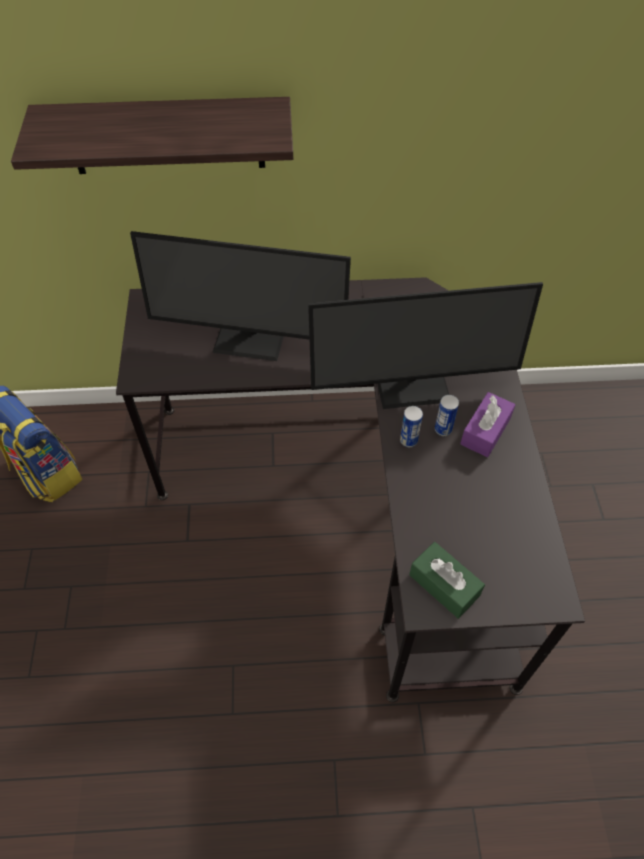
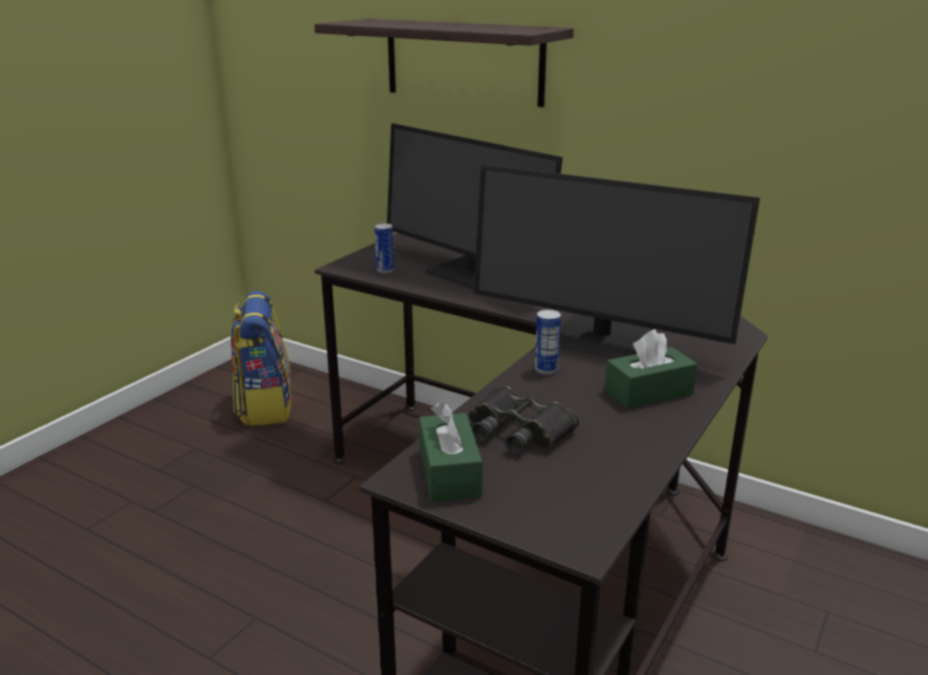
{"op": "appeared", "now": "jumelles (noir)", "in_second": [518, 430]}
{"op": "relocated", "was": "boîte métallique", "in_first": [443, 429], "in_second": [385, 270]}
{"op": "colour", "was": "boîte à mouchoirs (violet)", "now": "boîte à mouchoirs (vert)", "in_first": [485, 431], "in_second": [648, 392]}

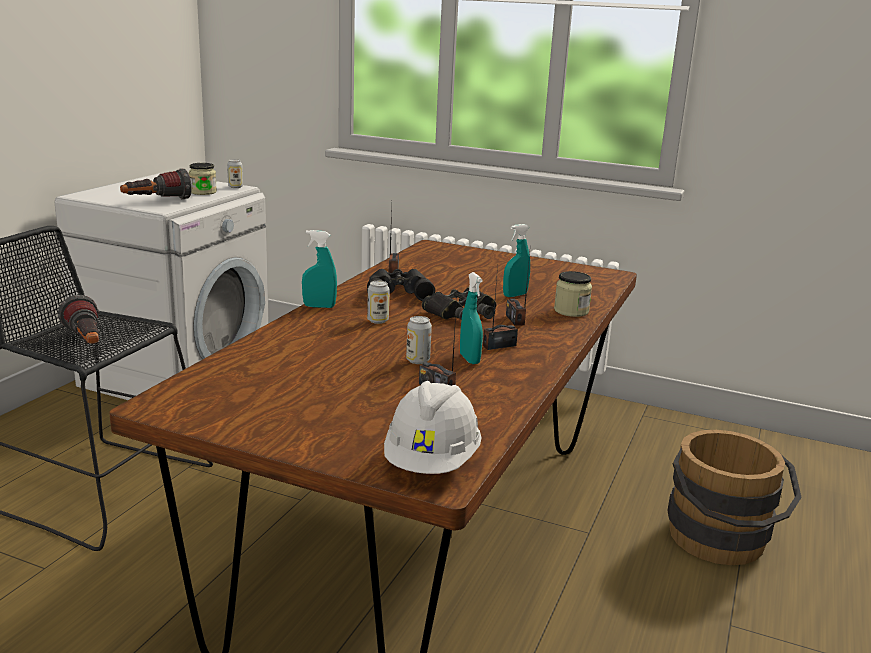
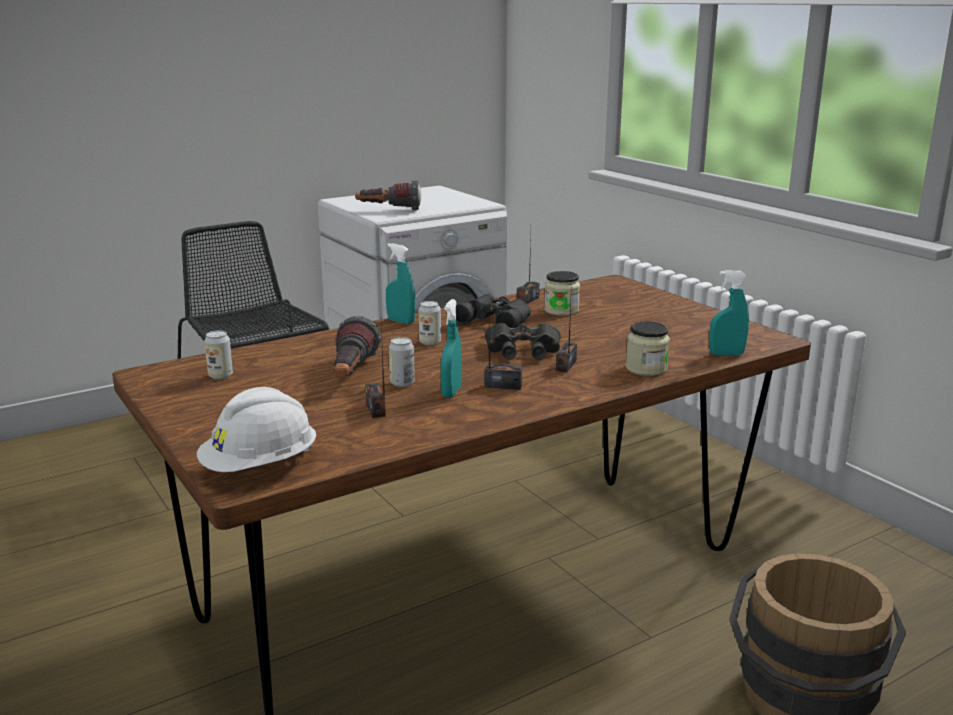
{"op": "relocated", "was": "lampe de poche", "in_first": [87, 343], "in_second": [352, 375]}
{"op": "relocated", "was": "bocal", "in_first": [203, 192], "in_second": [561, 310]}
{"op": "relocated", "was": "boîte métallique", "in_first": [235, 187], "in_second": [220, 376]}
{"op": "relocated", "was": "vaporisateur (turquoise)", "in_first": [515, 295], "in_second": [726, 354]}

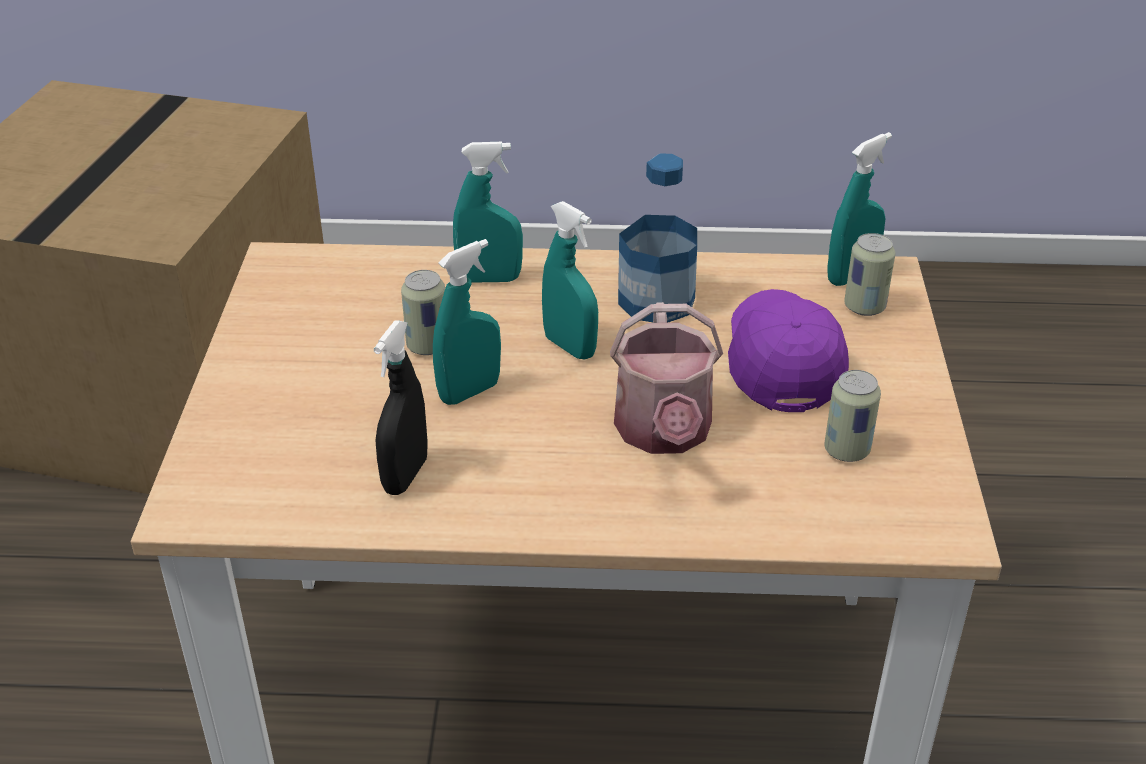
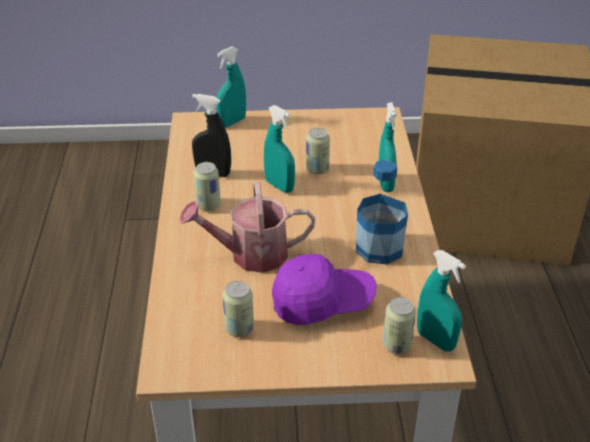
{"op": "appeared", "now": "boîte métallique", "in_second": [208, 205]}
{"op": "relocated", "was": "vaporisateur (turquoise)", "in_first": [570, 347], "in_second": [232, 122]}

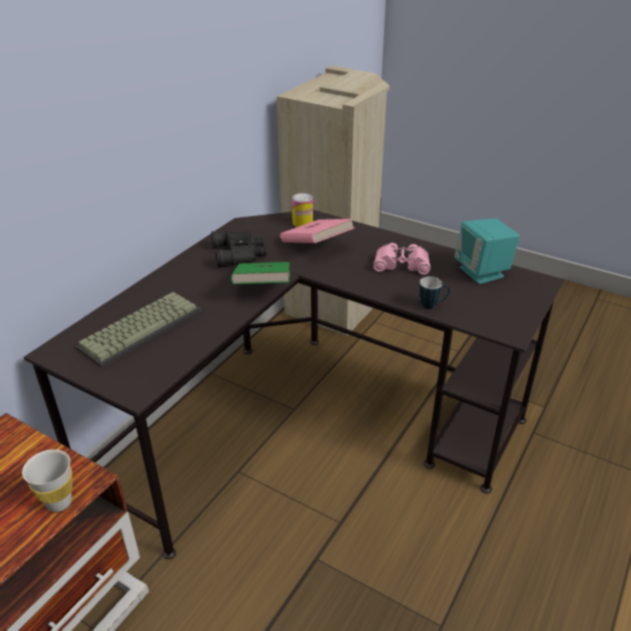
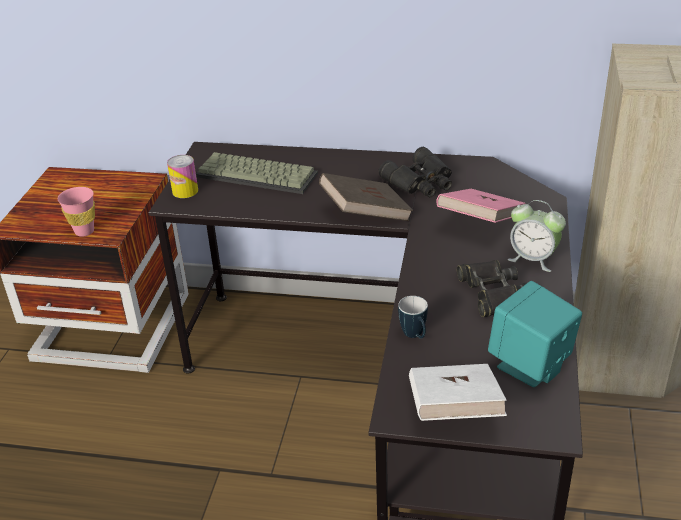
{"op": "appeared", "now": "livre (blanc)", "in_second": [453, 411]}
{"op": "appeared", "now": "réveil", "in_second": [533, 259]}
{"op": "relocated", "was": "boîte métallique", "in_first": [302, 222], "in_second": [185, 191]}
{"op": "colour", "was": "tasse (blanc)", "now": "tasse (rose)", "in_first": [59, 502], "in_second": [84, 231]}
{"op": "colour", "was": "livre (vert)", "now": "livre (marron)", "in_first": [262, 288], "in_second": [365, 214]}
{"op": "colour", "was": "jumelles (rose)", "now": "jumelles (noir)", "in_first": [401, 264], "in_second": [491, 293]}

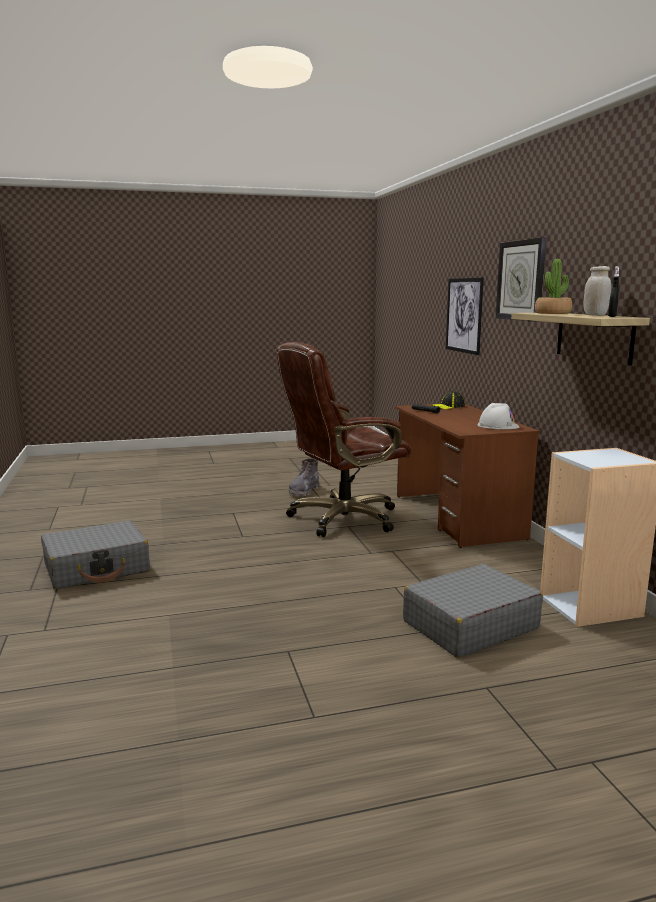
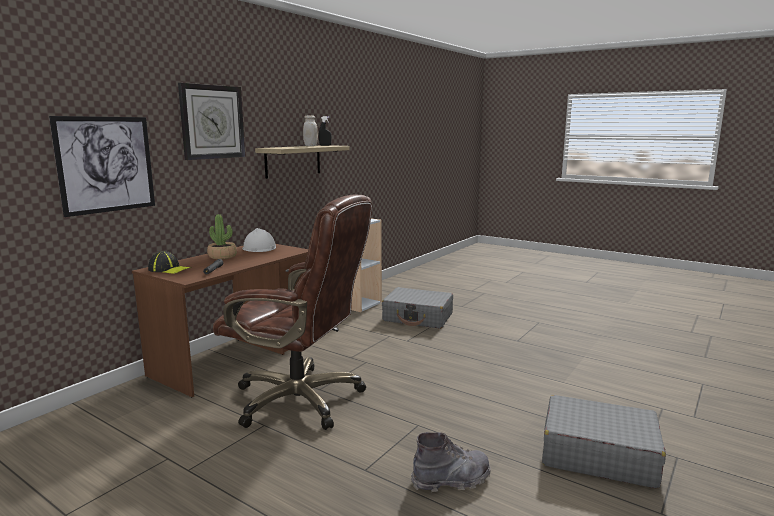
{"op": "relocated", "was": "botte (gris)", "in_first": [304, 491], "in_second": [451, 480]}
{"op": "relocated", "was": "plante en pot", "in_first": [552, 313], "in_second": [222, 256]}

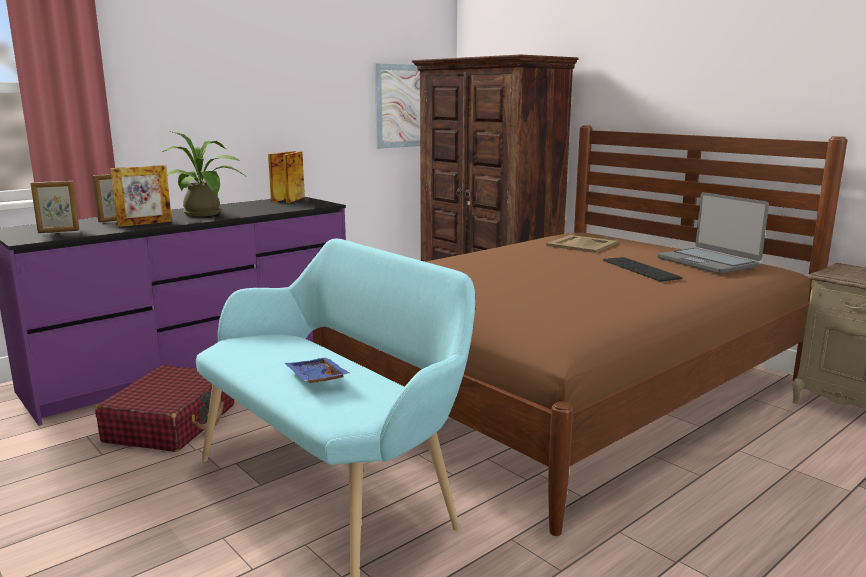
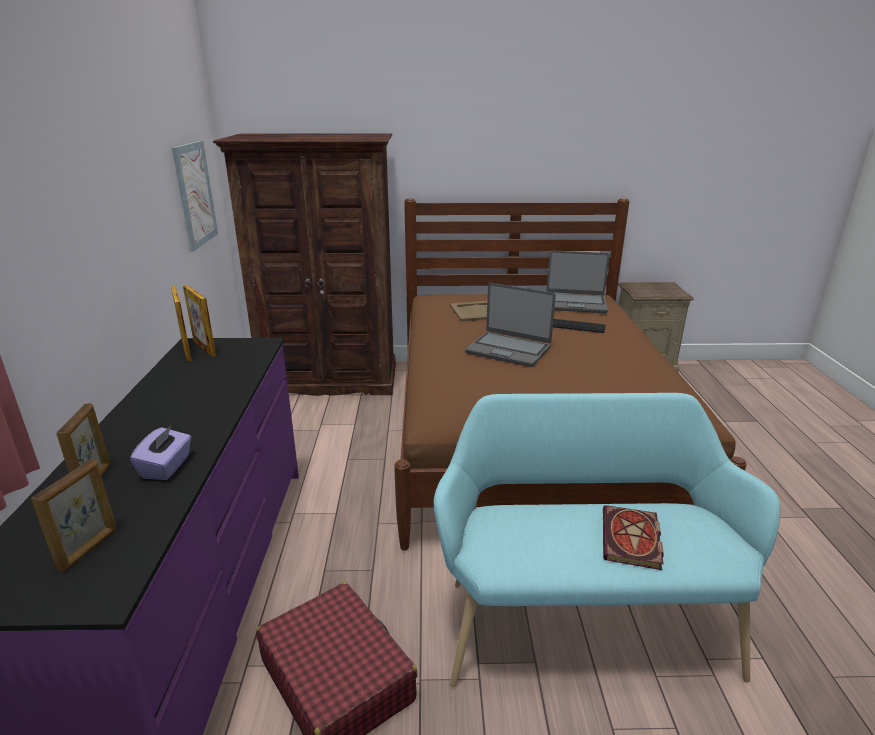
{"op": "missing", "was": "plante en pot", "in_first": [205, 214]}
{"op": "appeared", "now": "ordinateur portable", "in_second": [508, 350]}
{"op": "exchanged", "was": "cadre photo", "now": "boîte à mouchoirs (violet)", "in_first": [145, 223], "in_second": [167, 467]}
{"op": "exchanged", "was": "plateau (bleu)", "now": "livre", "in_first": [315, 379], "in_second": [632, 541]}

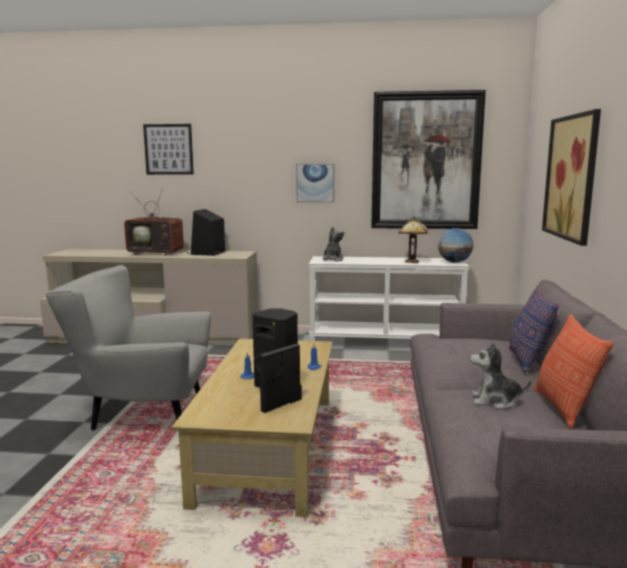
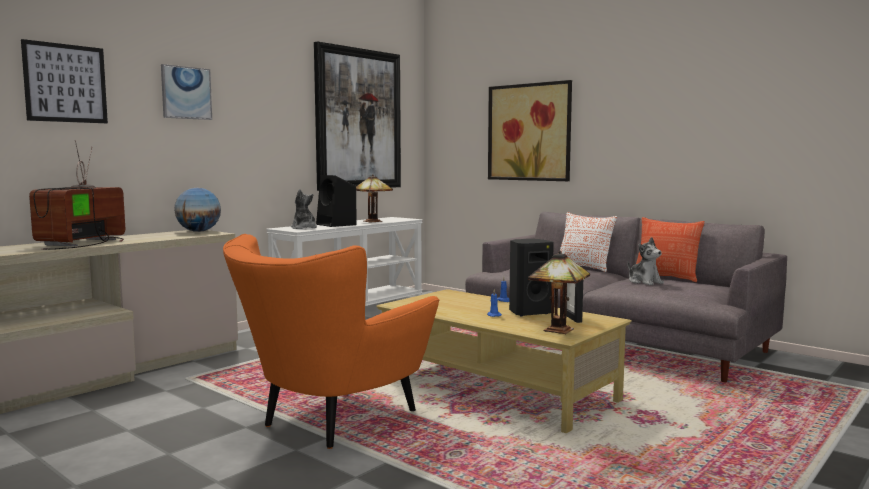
{"op": "appeared", "now": "lampe de table", "in_second": [559, 331]}
{"op": "relocated", "was": "enceinte (noir)", "in_first": [208, 253], "in_second": [337, 224]}
{"op": "relocated", "was": "tableau", "in_first": [315, 183], "in_second": [186, 93]}
{"op": "relocated", "was": "globe", "in_first": [454, 262], "in_second": [198, 231]}
{"op": "colour", "was": "fauteuil (gris)", "now": "fauteuil (orange)", "in_first": [140, 414], "in_second": [331, 421]}
{"op": "colour", "was": "coussin (bleu)", "now": "coussin (blanc)", "in_first": [527, 361], "in_second": [584, 268]}
{"op": "spun", "was": "téléviseur", "in_first": [158, 253], "in_second": [82, 243], "clockwise": 150}
{"op": "spun", "was": "peluche", "in_first": [495, 401], "in_second": [644, 282], "clockwise": -75}

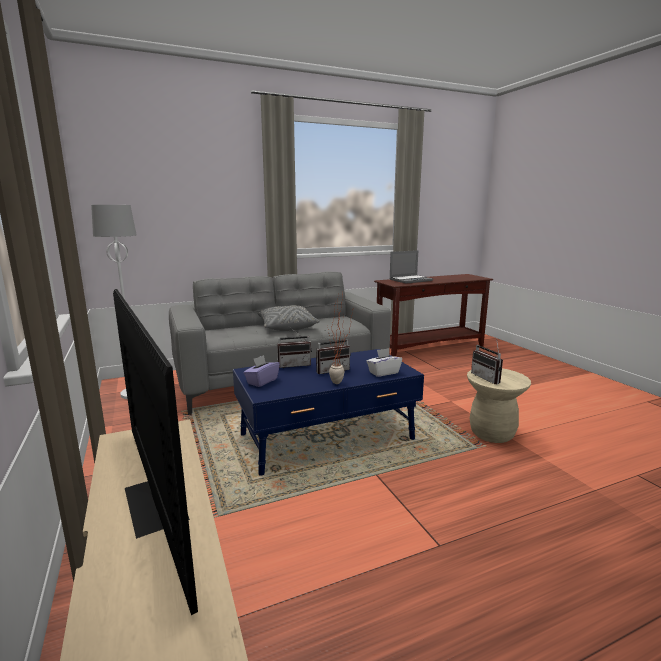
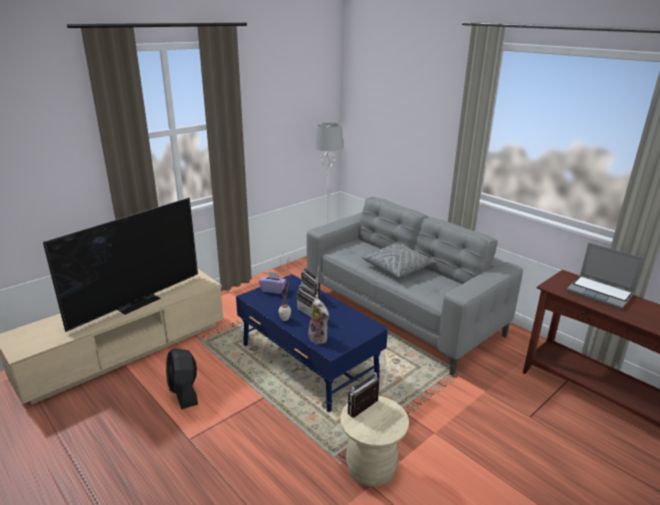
{"op": "appeared", "now": "ventilateur (noir)", "in_second": [184, 392]}
{"op": "exchanged", "was": "boîte à mouchoirs (blanc)", "now": "peluche", "in_first": [383, 372], "in_second": [320, 338]}

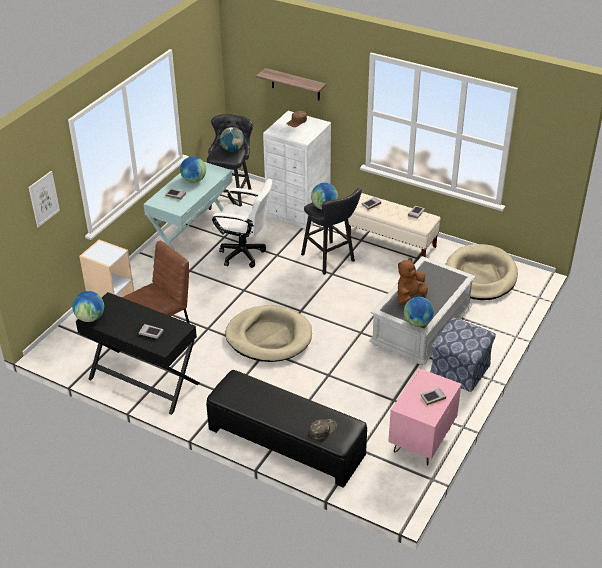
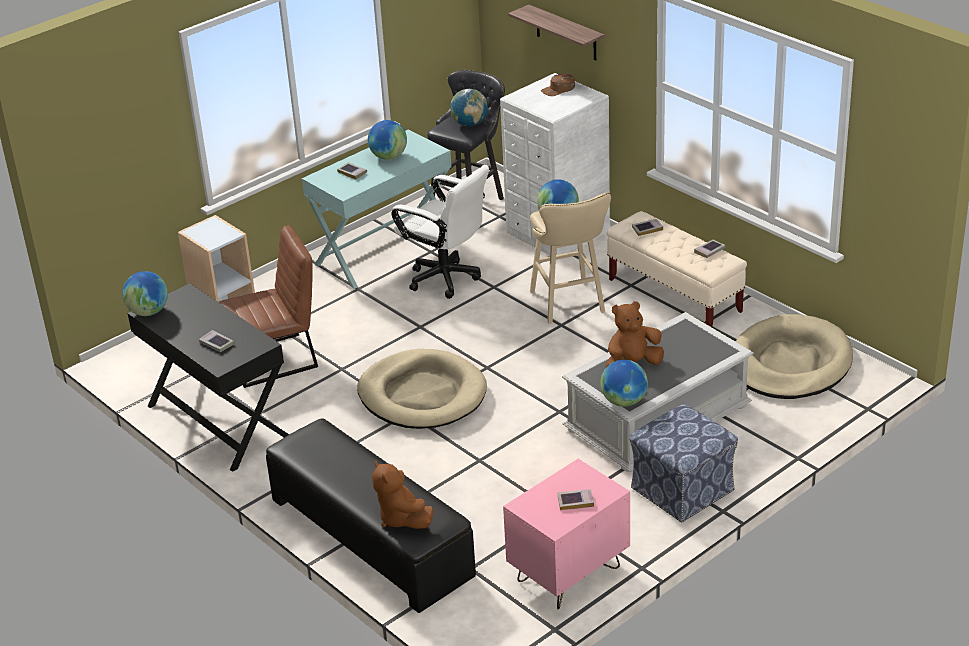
{"op": "missing", "was": "tableau", "in_first": [44, 199]}
{"op": "exchanged", "was": "casquette (vert)", "now": "peluche (marron)", "in_first": [323, 429], "in_second": [402, 518]}
{"op": "colour", "was": "tabouret (noir)", "now": "tabouret (beige)", "in_first": [331, 261], "in_second": [570, 307]}

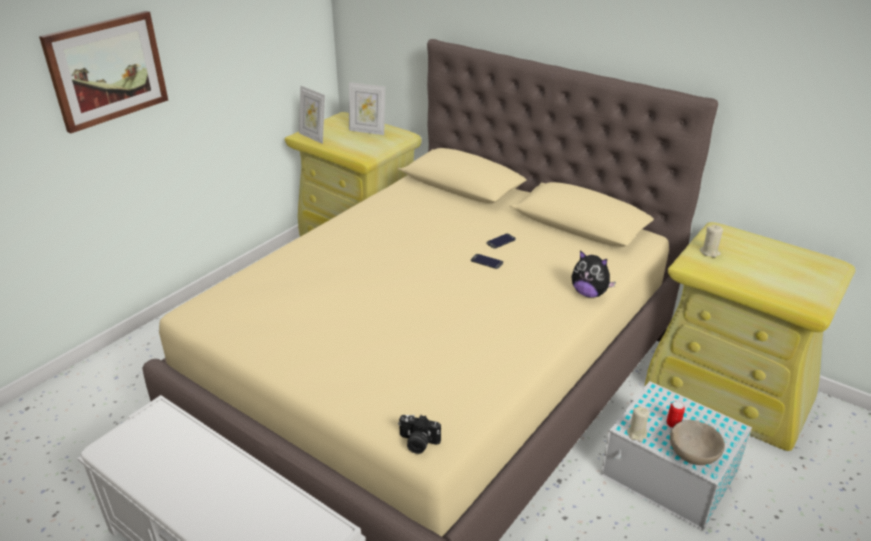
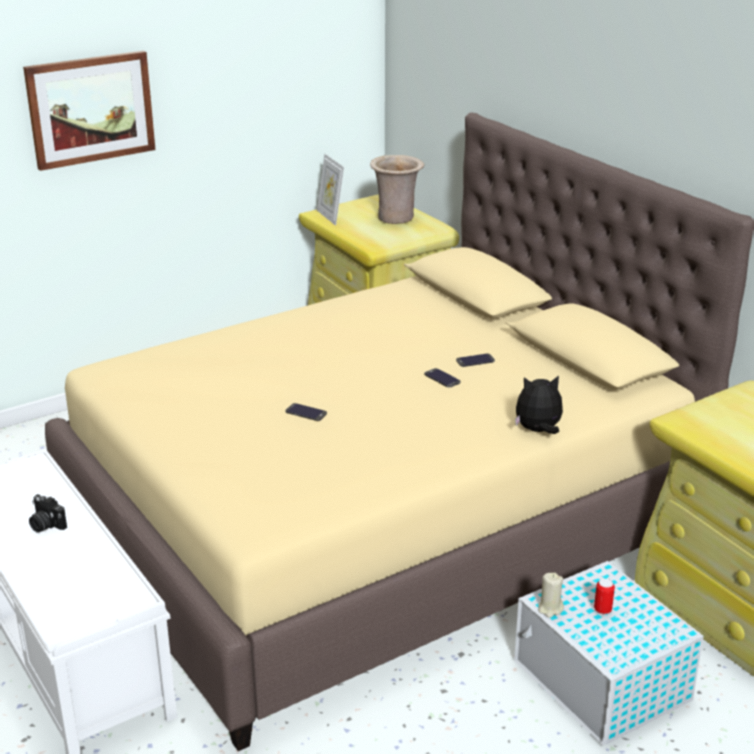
{"op": "missing", "was": "bol (beige)", "in_first": [693, 455]}
{"op": "missing", "was": "bougie (beige)", "in_first": [709, 252]}
{"op": "appeared", "now": "téléphone", "in_second": [306, 412]}
{"op": "relocated", "was": "appareil photo", "in_first": [418, 443], "in_second": [45, 525]}
{"op": "exchanged", "was": "cadre photo", "now": "vase (beige)", "in_first": [367, 131], "in_second": [397, 218]}
{"op": "spun", "was": "peluche", "in_first": [589, 293], "in_second": [538, 431], "clockwise": 120}

